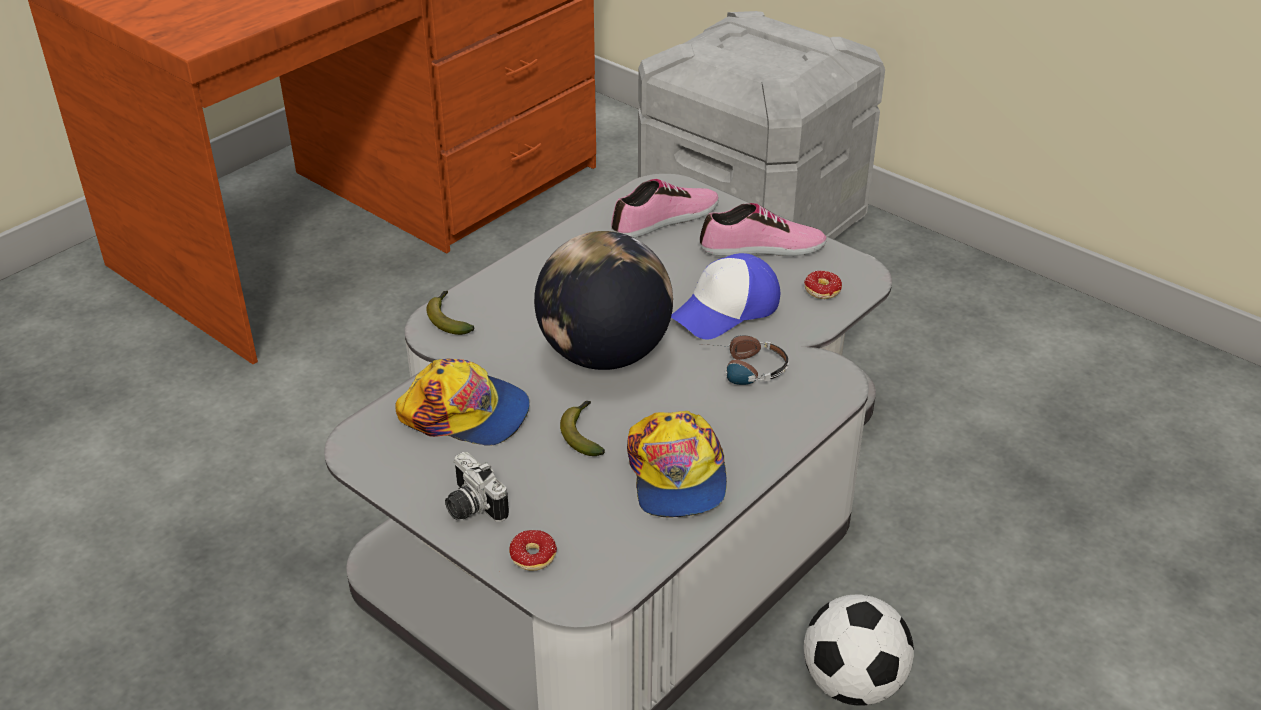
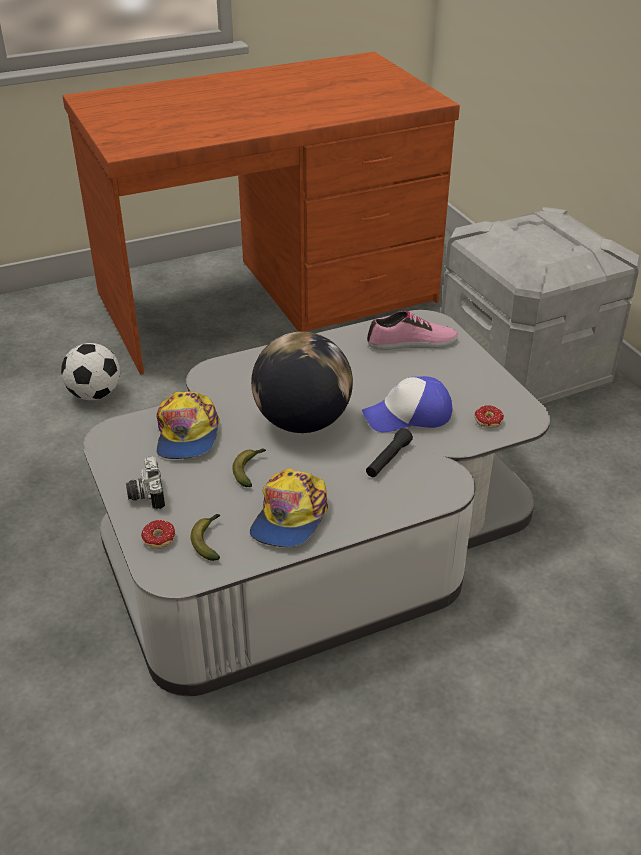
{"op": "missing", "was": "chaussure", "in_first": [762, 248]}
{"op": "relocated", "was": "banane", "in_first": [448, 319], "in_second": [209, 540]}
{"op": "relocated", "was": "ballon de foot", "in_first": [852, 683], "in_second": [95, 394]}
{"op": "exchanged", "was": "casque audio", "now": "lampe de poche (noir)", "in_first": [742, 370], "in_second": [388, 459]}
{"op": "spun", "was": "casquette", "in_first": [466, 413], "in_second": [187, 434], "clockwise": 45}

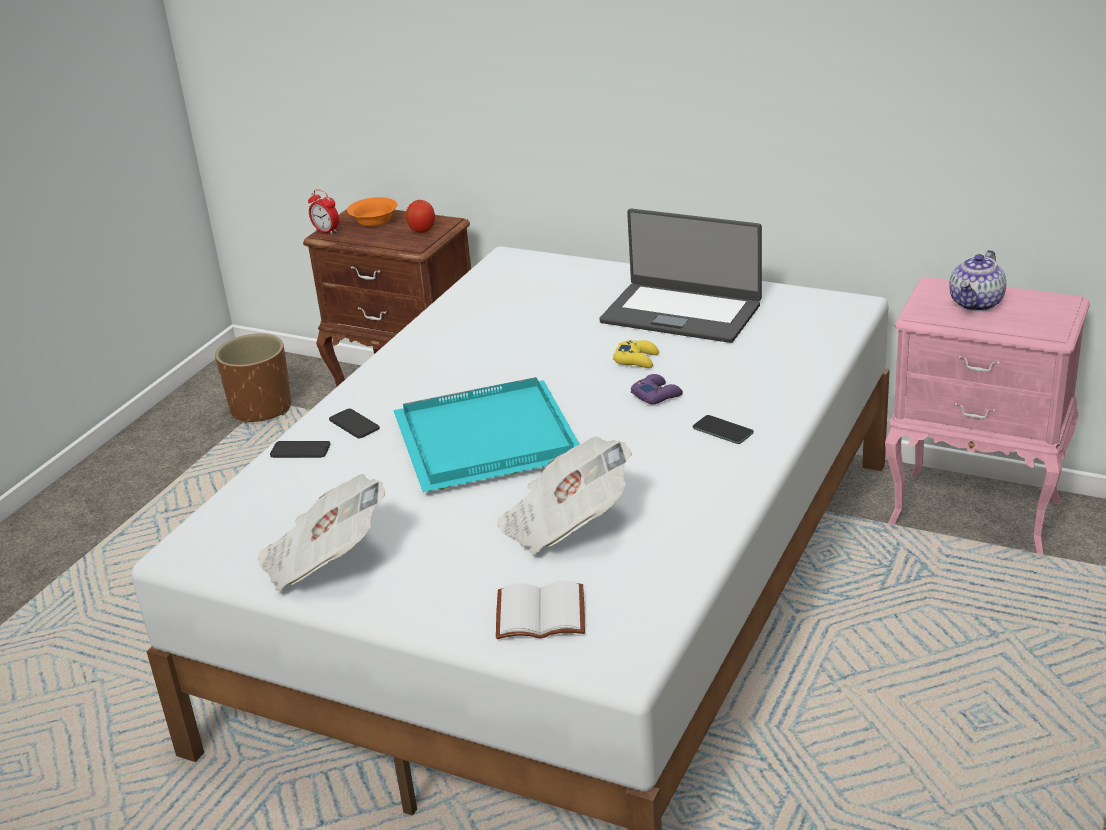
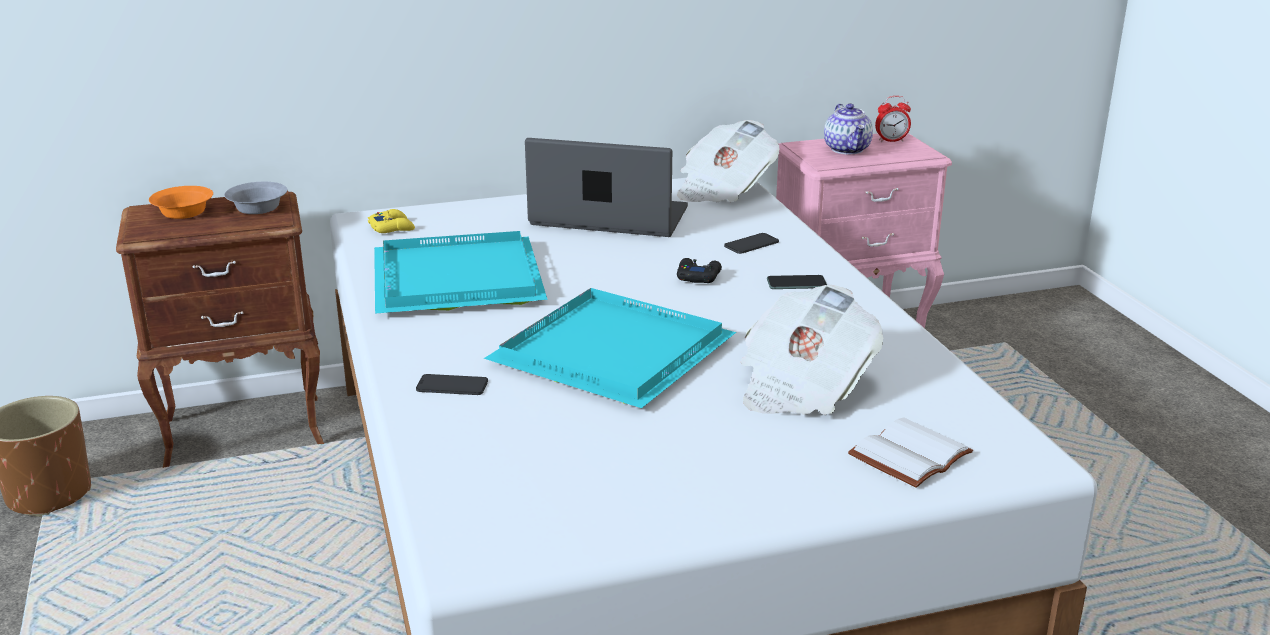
{"op": "appeared", "now": "plateau (turquoise)", "in_second": [454, 278]}
{"op": "relocated", "was": "journal", "in_first": [324, 561], "in_second": [723, 189]}
{"op": "relocated", "was": "téléphone", "in_first": [300, 450], "in_second": [751, 244]}
{"op": "relocated", "was": "réveil", "in_first": [326, 231], "in_second": [891, 141]}
{"op": "relocated", "was": "manette (jaune)", "in_first": [637, 359], "in_second": [392, 228]}
{"op": "exchanged", "was": "pomme", "now": "bol (gris)", "in_first": [422, 230], "in_second": [259, 208]}
{"op": "colour", "was": "manette (violet)", "now": "manette (noir)", "in_first": [656, 395], "in_second": [698, 276]}
{"op": "spun", "was": "ordinateur portable", "in_first": [681, 312], "in_second": [608, 218], "clockwise": -150}

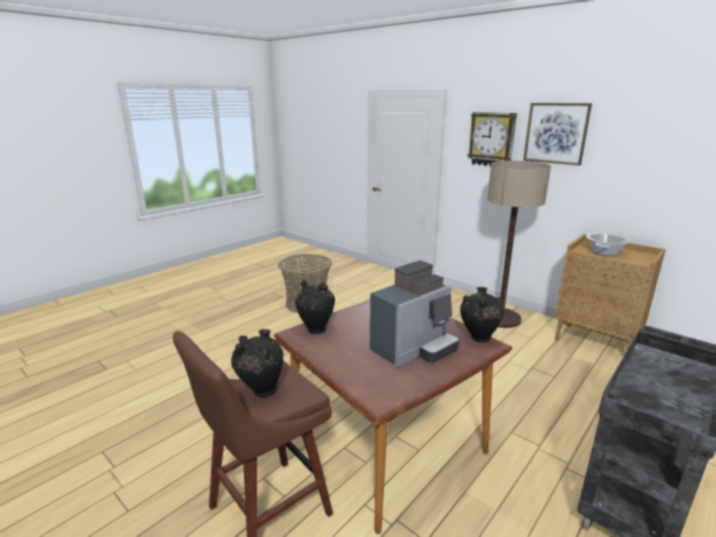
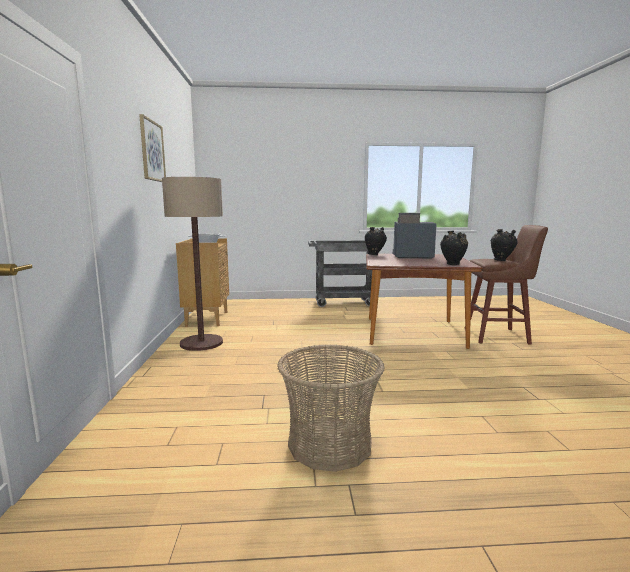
{"op": "missing", "was": "horloge murale", "in_first": [492, 139]}

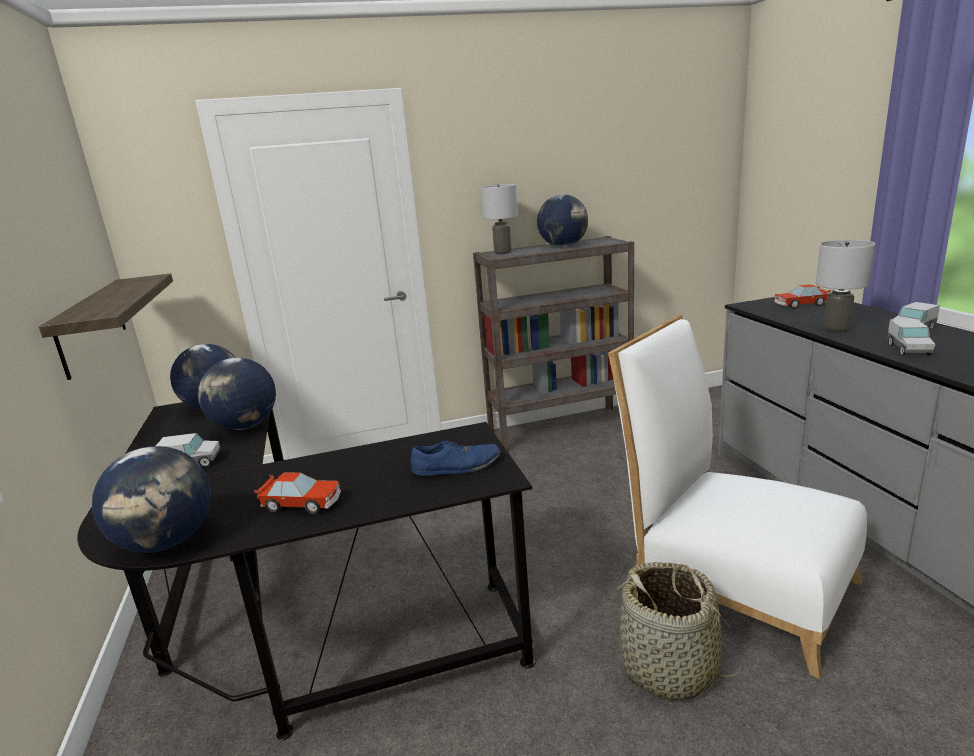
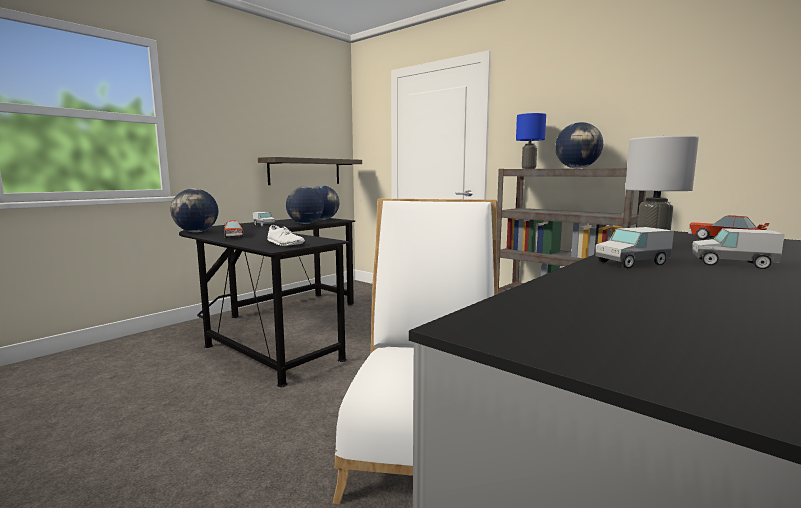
{"op": "missing", "was": "panier", "in_first": [670, 668]}
{"op": "colour", "was": "chaussure (bleu)", "now": "chaussure (blanc)", "in_first": [457, 466], "in_second": [285, 243]}
{"op": "colour", "was": "lampe de table (blanc)", "now": "lampe de table (bleu)", "in_first": [503, 253], "in_second": [528, 168]}

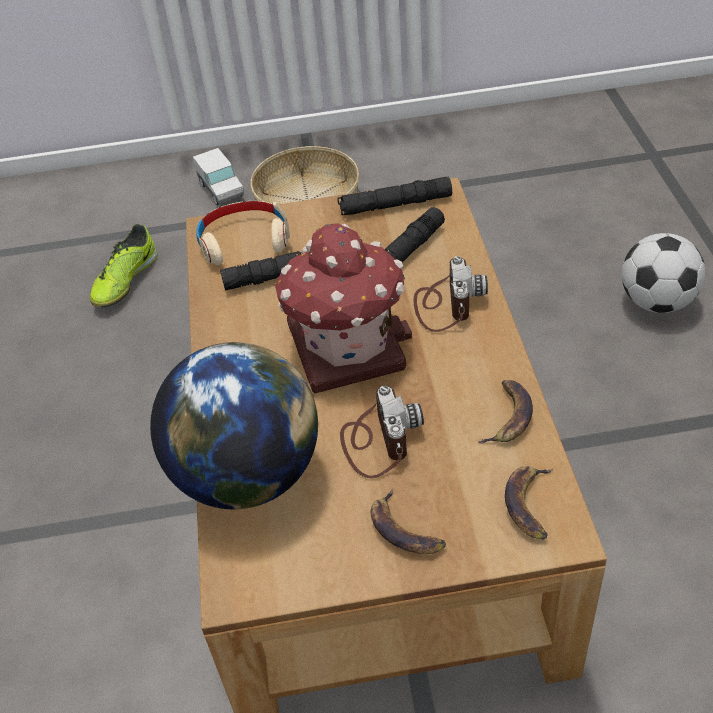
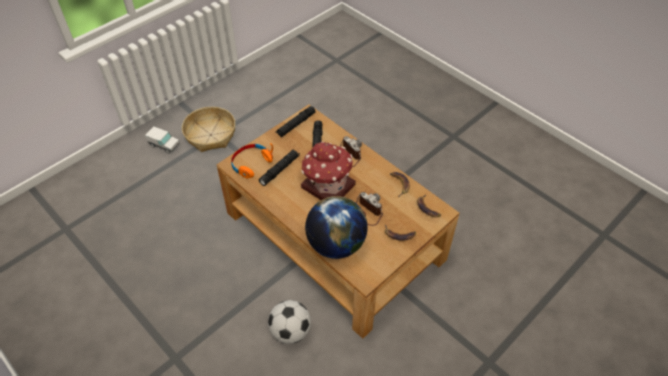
{"op": "missing", "was": "chaussure", "in_first": [125, 281]}
{"op": "relocated", "was": "ballon de foot", "in_first": [656, 302], "in_second": [290, 331]}
{"op": "colour", "was": "casque audio (beige)", "now": "casque audio (orange)", "in_first": [244, 241], "in_second": [251, 163]}

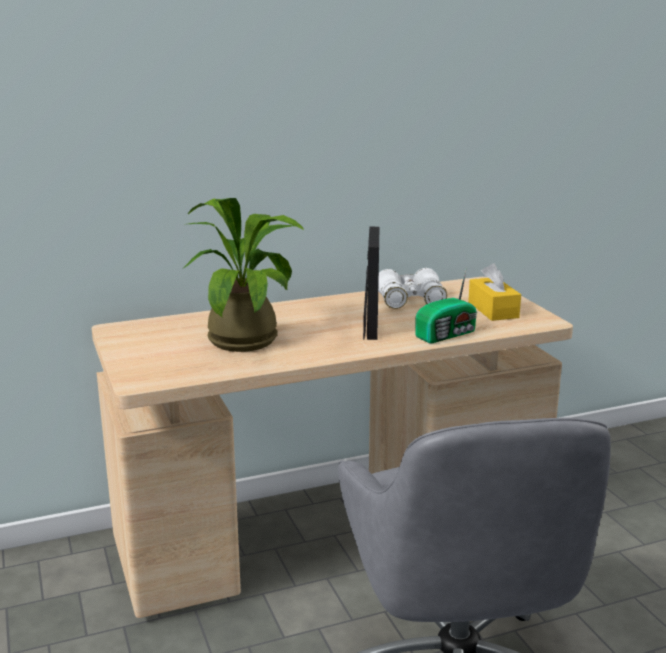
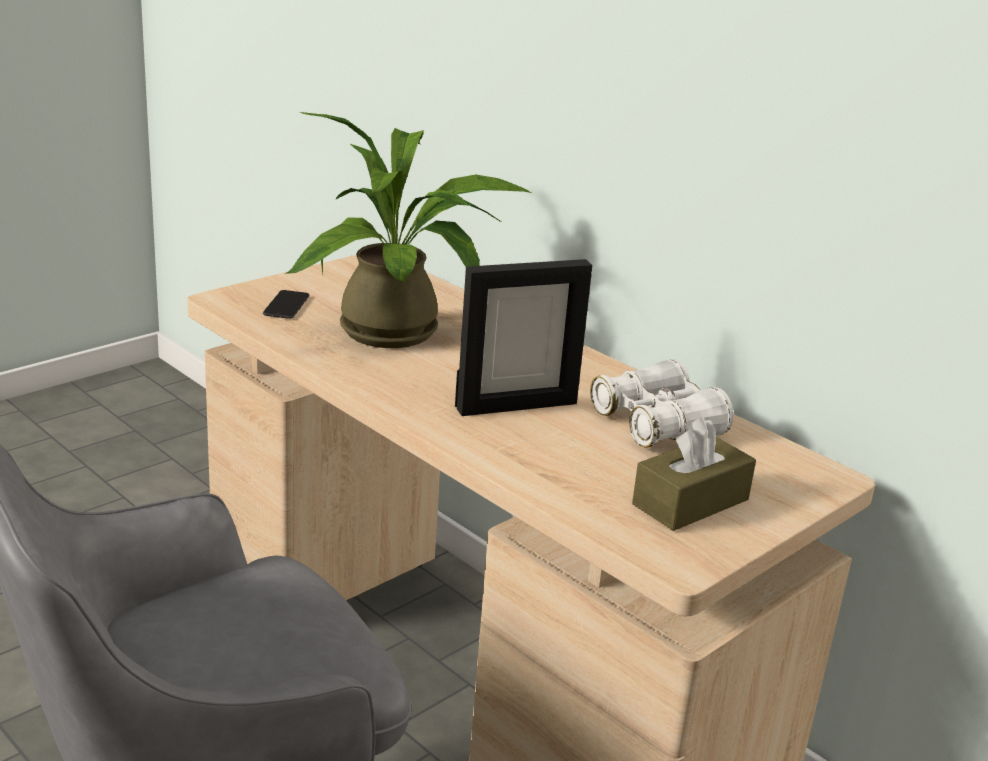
{"op": "missing", "was": "radio", "in_first": [448, 335]}
{"op": "appeared", "now": "téléphone", "in_second": [286, 305]}
{"op": "colour", "was": "boîte à mouchoirs (jaune)", "now": "boîte à mouchoirs (marron)", "in_first": [493, 310], "in_second": [690, 502]}

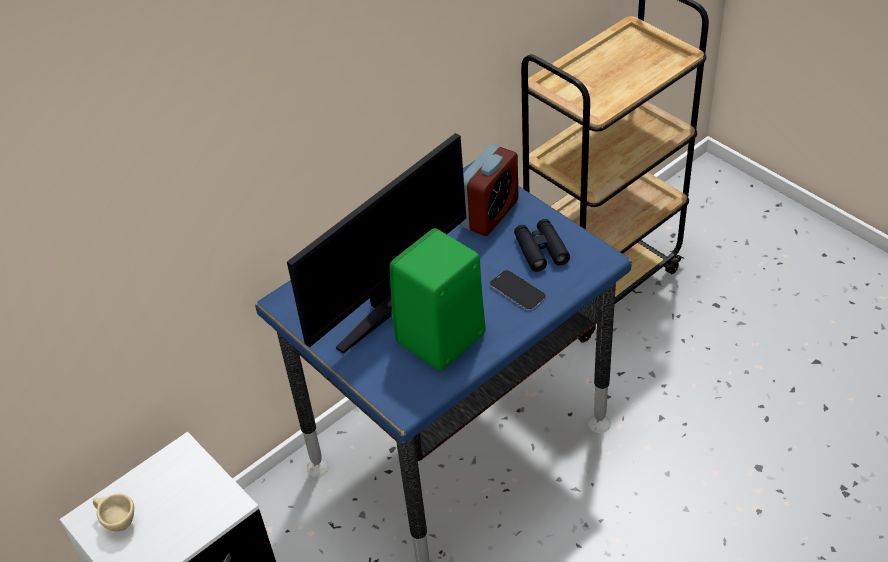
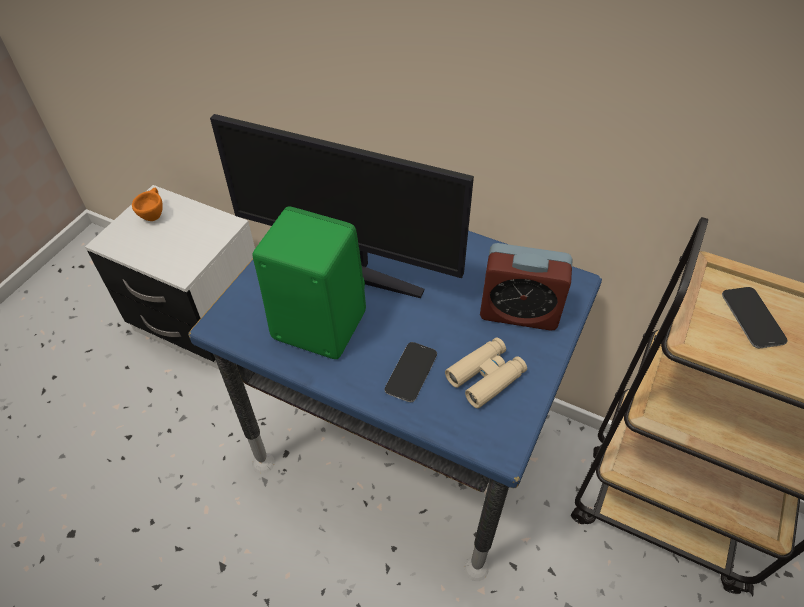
{"op": "appeared", "now": "téléphone", "in_second": [752, 318]}
{"op": "colour", "was": "tasse (beige)", "now": "tasse (orange)", "in_first": [117, 522], "in_second": [154, 214]}
{"op": "colour", "was": "jumelles (noir)", "now": "jumelles (beige)", "in_first": [541, 250], "in_second": [485, 376]}

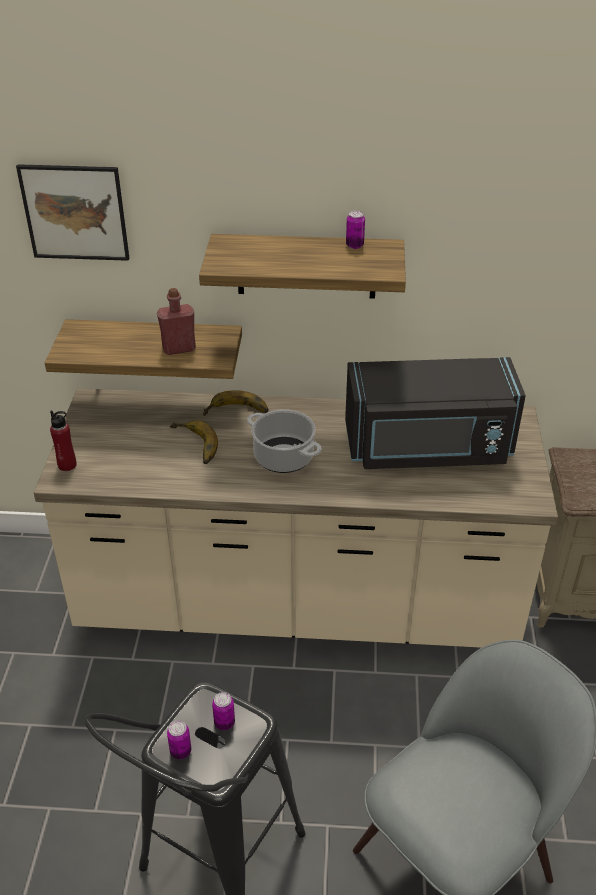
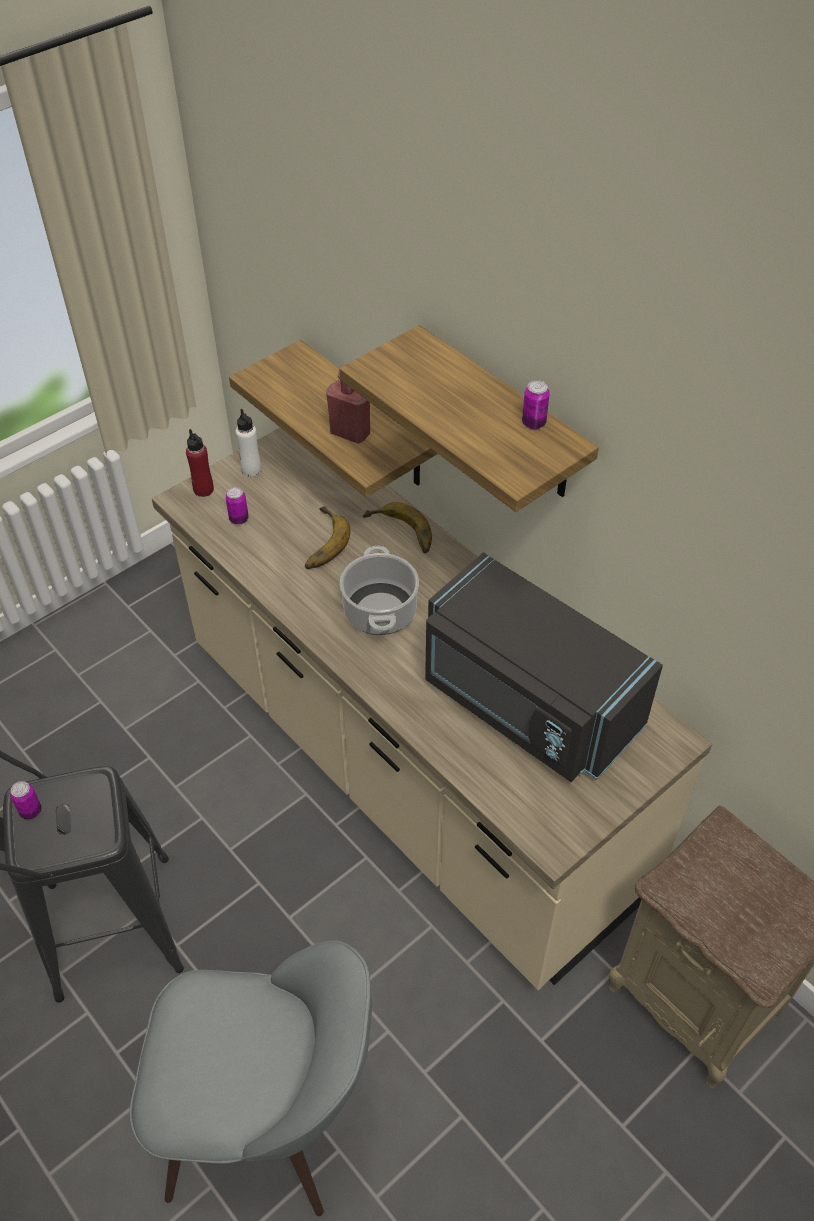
{"op": "missing", "was": "tableau", "in_first": [75, 212]}
{"op": "appeared", "now": "bouteille (blanc)", "in_second": [251, 469]}
{"op": "relocated", "was": "boîte métallique", "in_first": [224, 723], "in_second": [239, 519]}

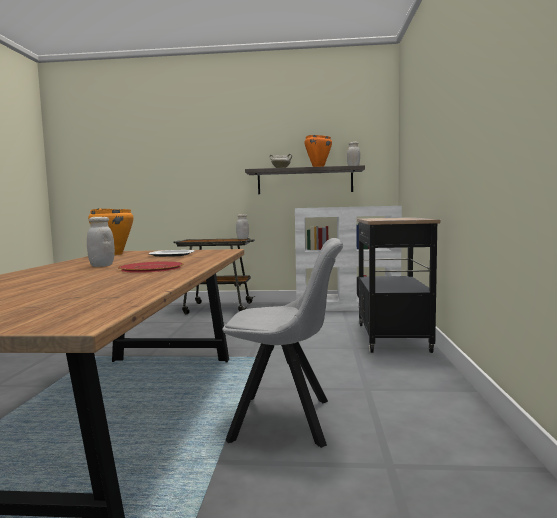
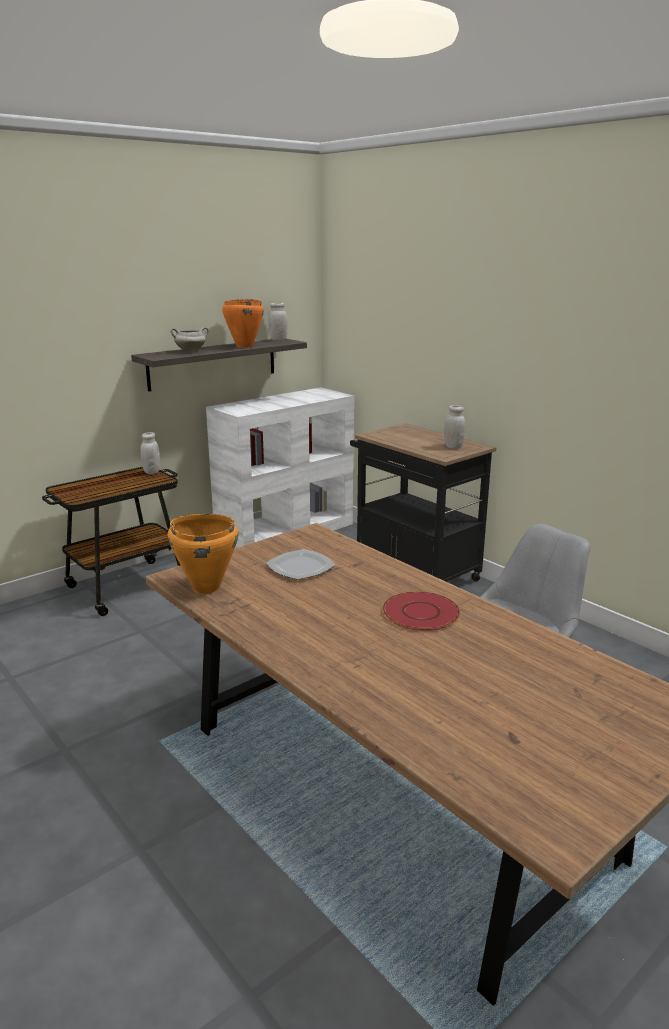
{"op": "relocated", "was": "bocal (blanc)", "in_first": [102, 266], "in_second": [453, 447]}

